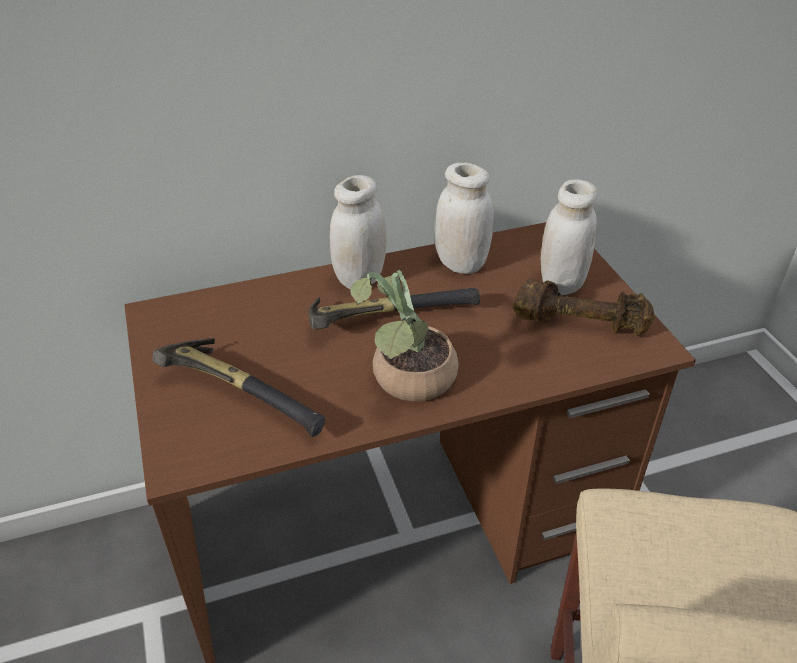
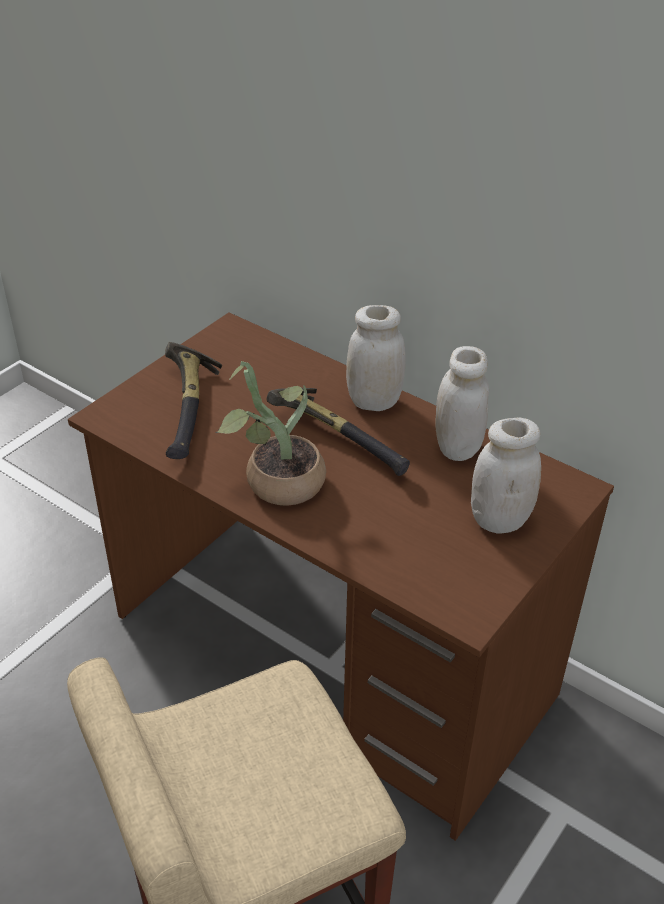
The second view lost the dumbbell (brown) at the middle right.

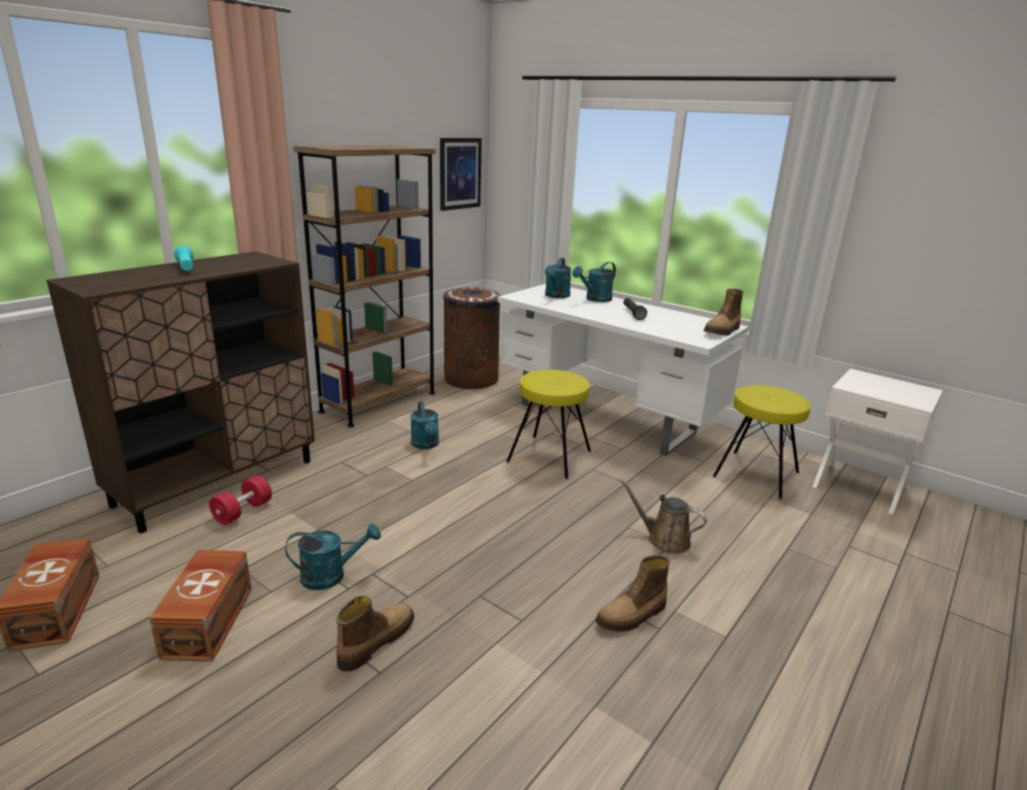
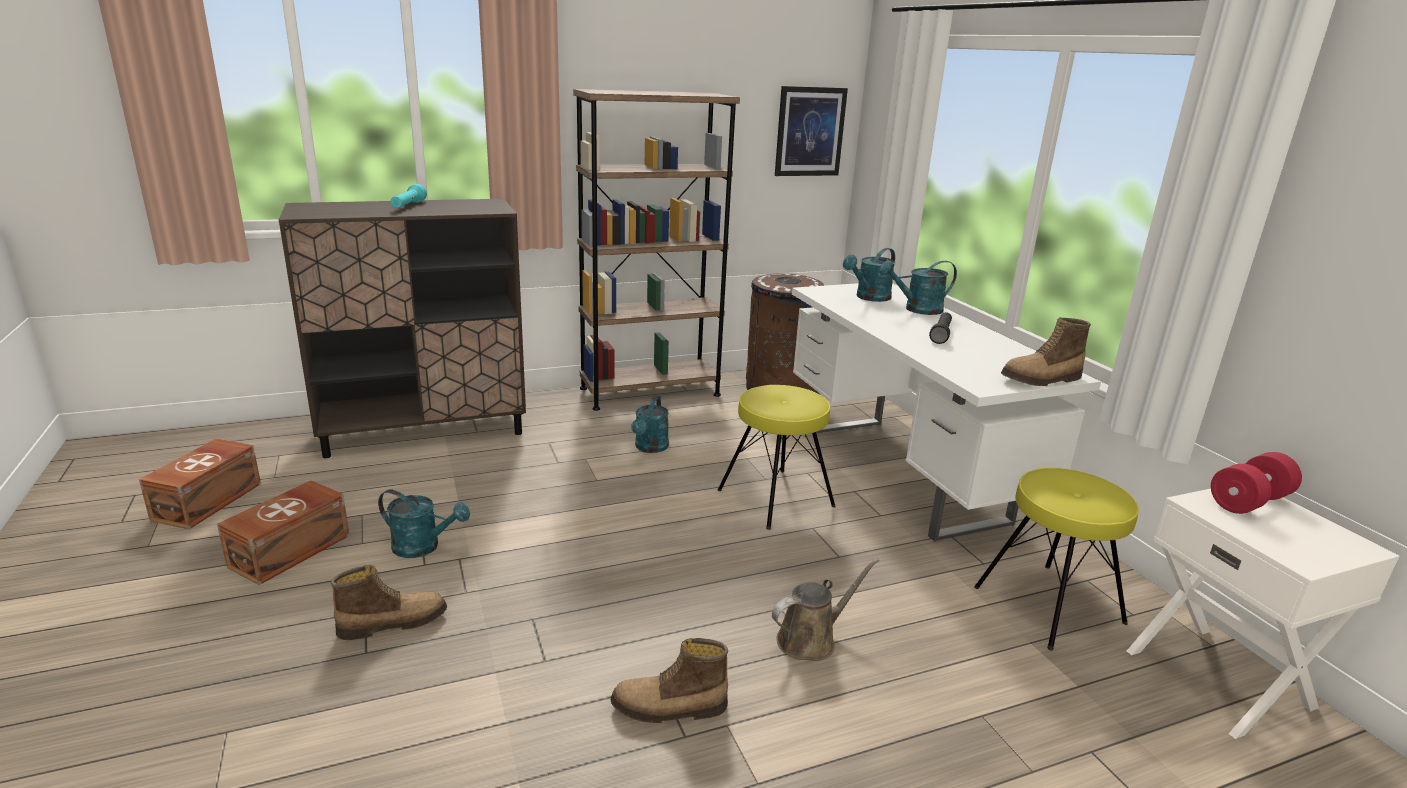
The dumbbell (red) ended up elsewhere, having gone from the middle left to the middle right.
The watering can (brown) at the centre ended up facing another way, 90 degrees clockwise from before.

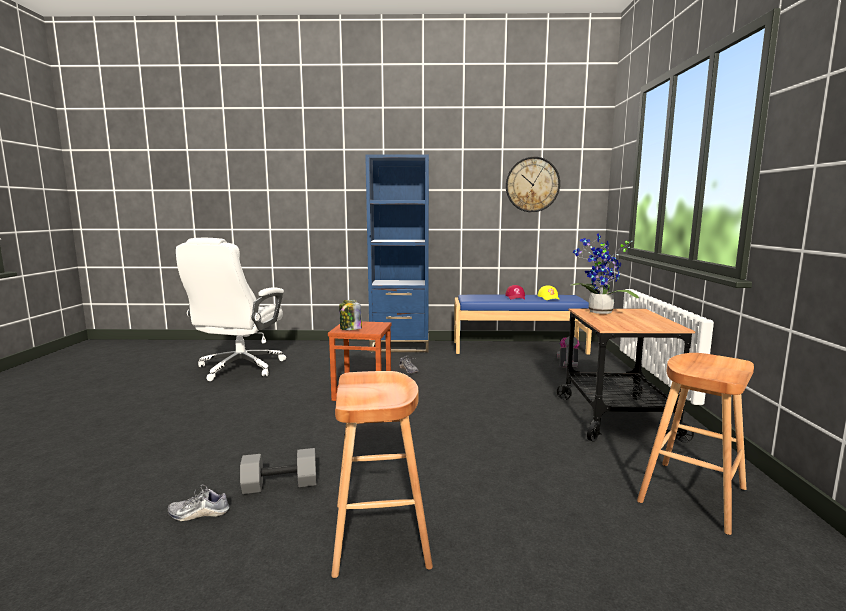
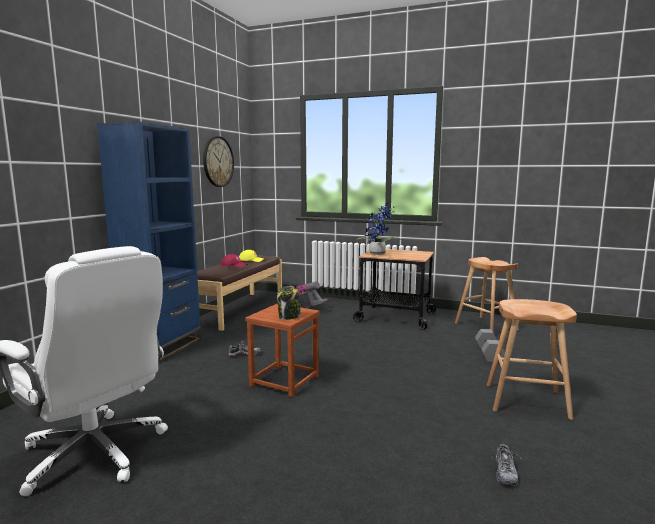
The dumbbell (grey) ended up elsewhere, having gone from the bottom left to the middle right.
What was the bench (blue) at the centre turned into the bench (brown) at the centre.

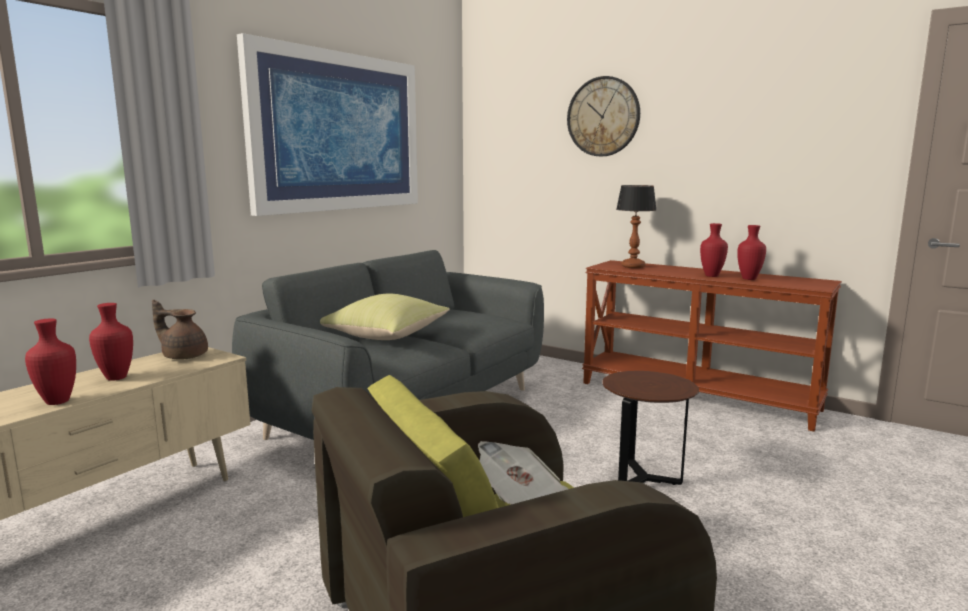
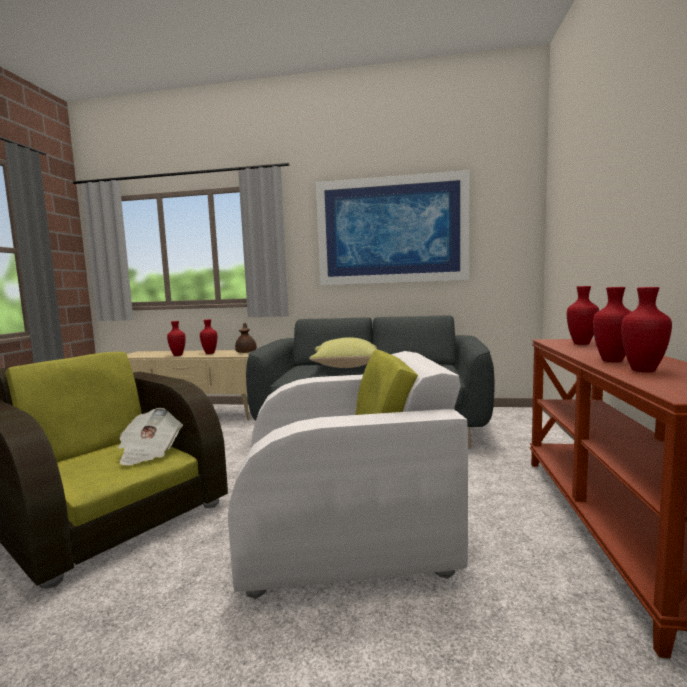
The second view lost the wall clock at the top centre.
Where the side table (brown) stood at the bottom right, the armchair (white) came to stand at the bottom centre.
Where the table lamp stood at the centre, the vase (red) (no. 3 from left) came to stand at the middle right.

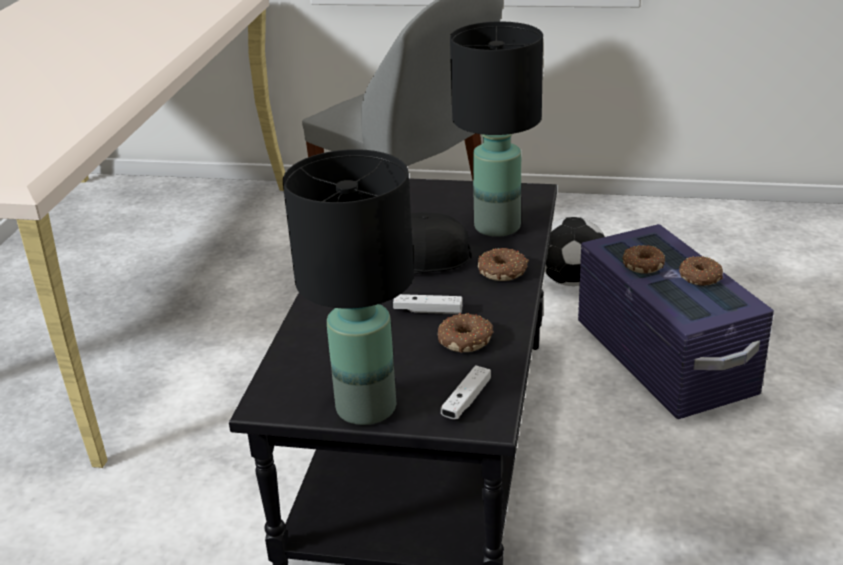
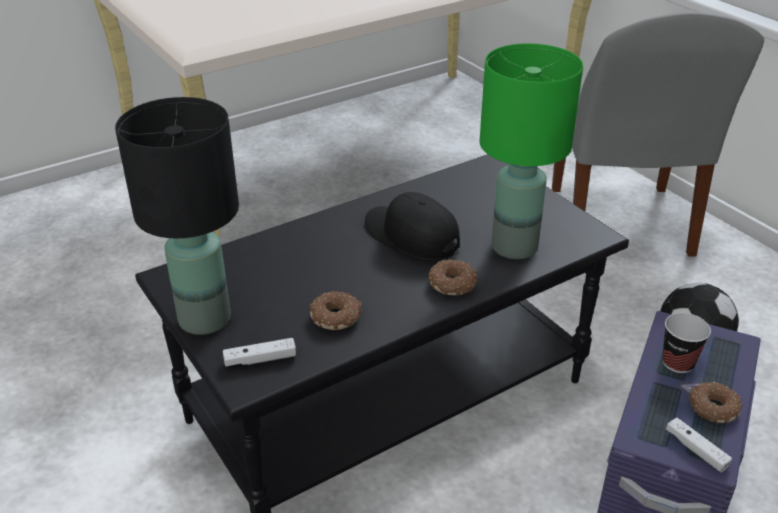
The game controller (white) (no. 1 from left in the first image) ended up elsewhere, having gone from the centre to the bottom right.
Where the donut (no. 3 from left) stood at the middle right, the cup came to stand at the bottom right.
What was the table lamp (black) (no. 2 from left) at the top centre turned into the table lamp (green) at the top right.

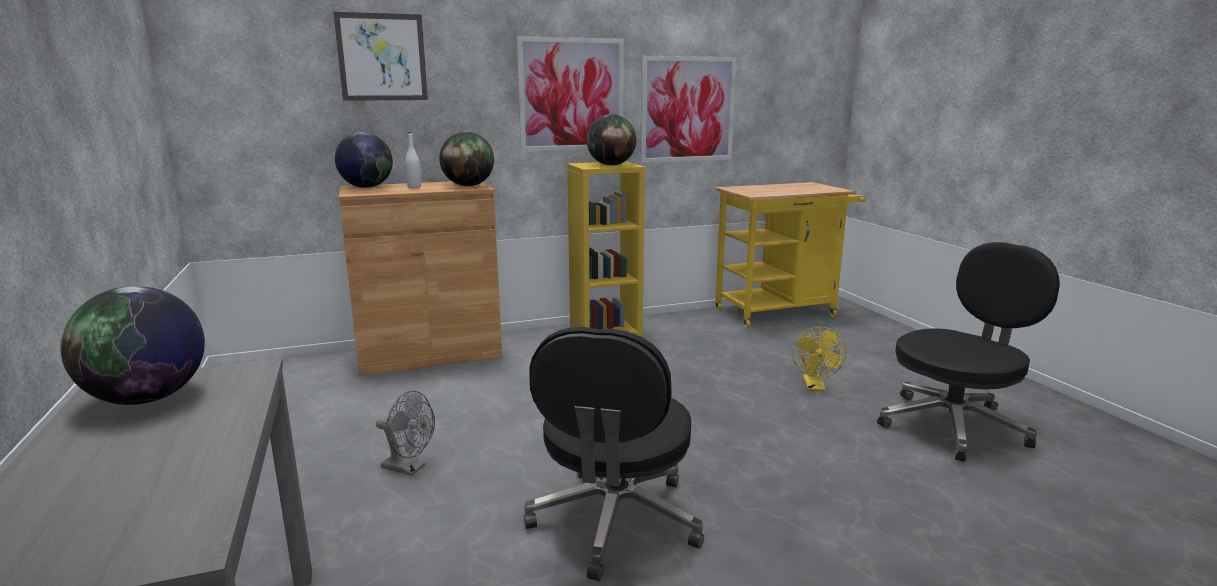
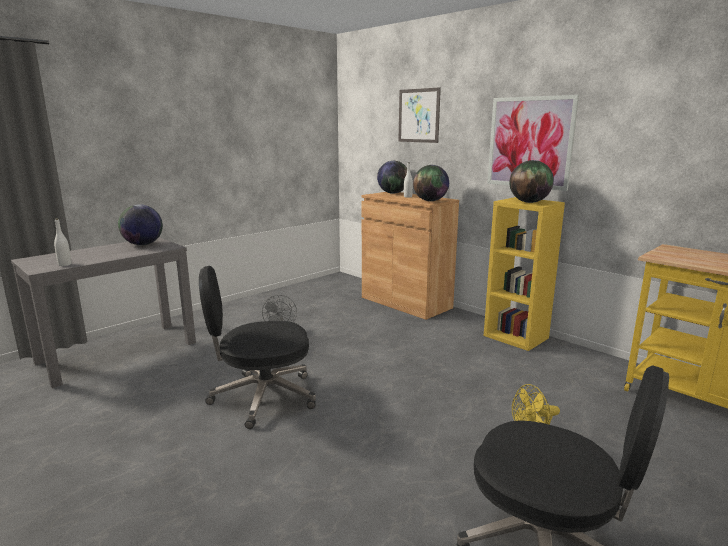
The second view lost the picture (no. 3 from left) at the top centre.
The second view gained the bottle (white) (no. 1 from left) at the middle left.

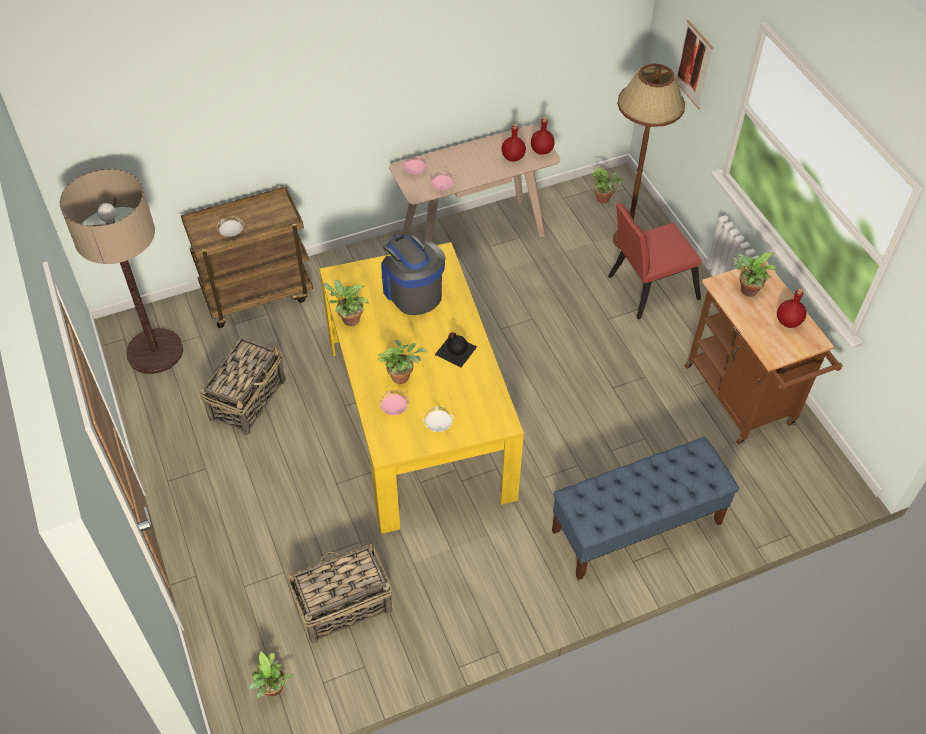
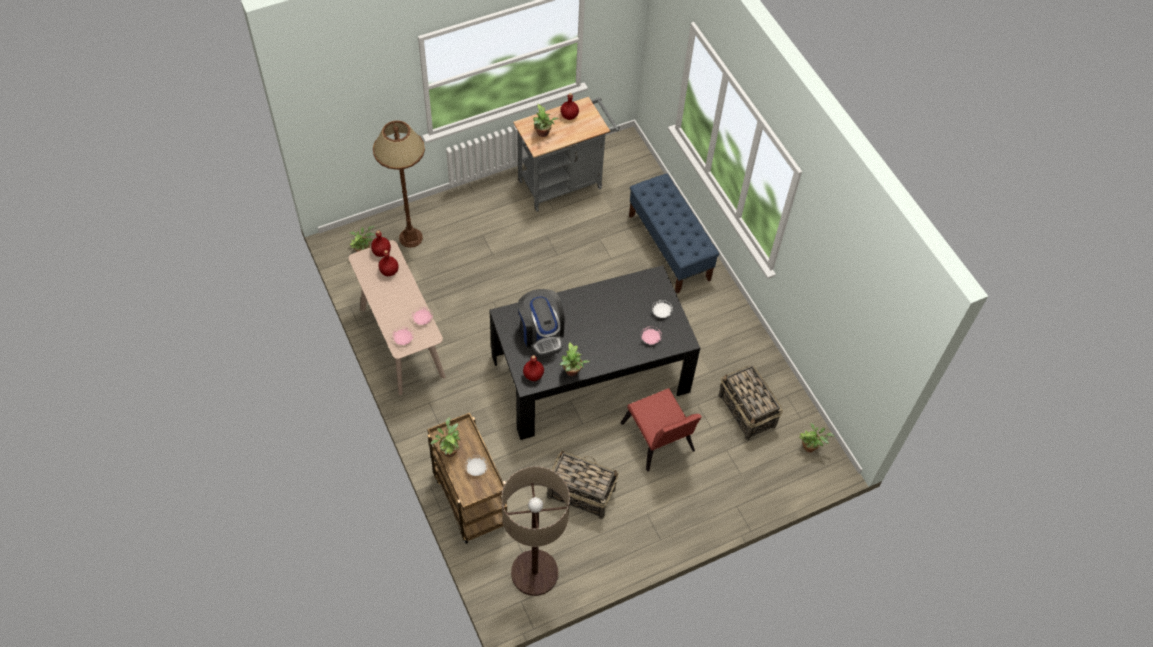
The second view lost the bottle (black) at the centre.
The second view lost the picture at the top right.
The second view gained the bottle (red) (no. 3 from left) at the centre.
The potted plant (no. 3 from left in the first image) ended up elsewhere, having gone from the centre to the bottom centre.
The chair (red) ended up elsewhere, having gone from the middle right to the centre.
What was the dining table (yellow) at the centre turned into the dining table (black) at the centre.
What was the cart (brown) (no. 2 from left) at the middle right turned into the cart (grey) at the top centre.
The coffee machine at the centre ended up facing another way, 75 degrees counterclockwise from before.

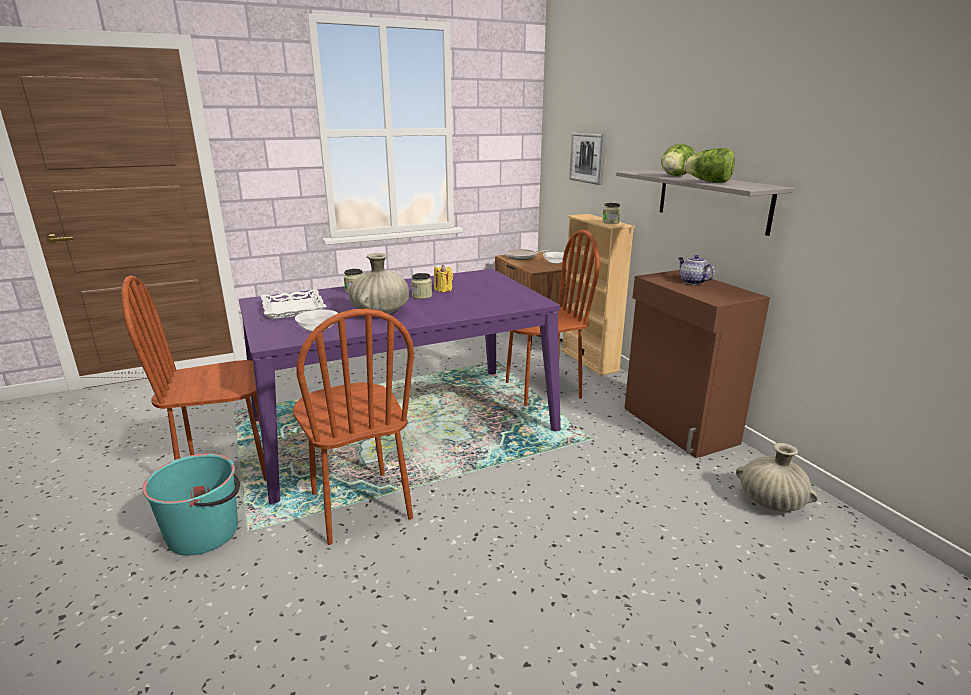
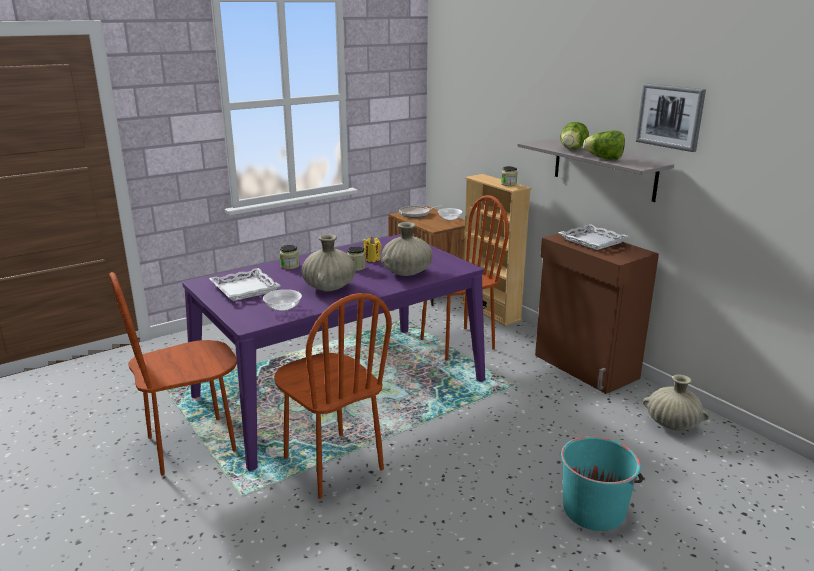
The second view gained the vase (beige) (no. 2 from left) at the centre.
The bucket (turquoise) ended up elsewhere, having gone from the bottom left to the bottom right.
The picture ended up elsewhere, having gone from the top centre to the top right.
Where the teapot stood at the middle right, the tray (white) (no. 2 from left) came to stand at the middle right.

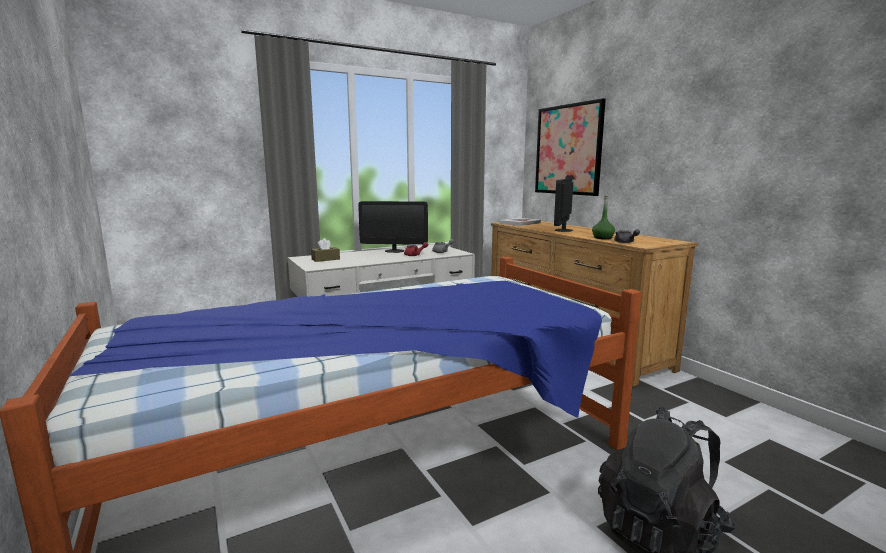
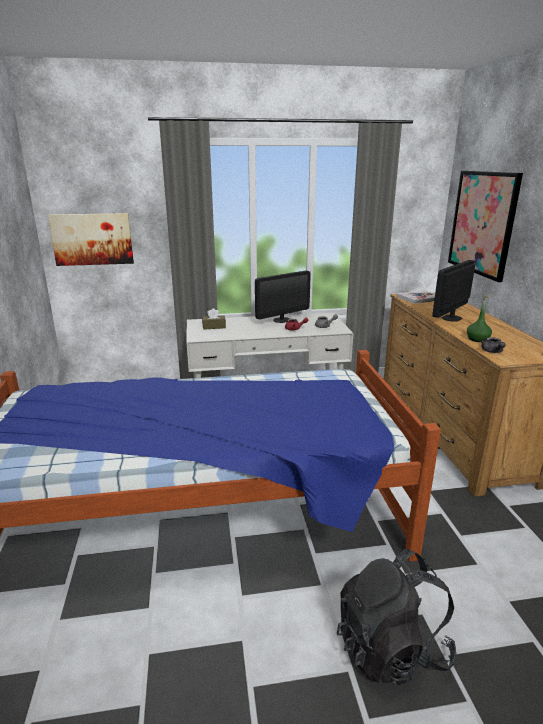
The second view gained the picture (no. 1 from left) at the top left.
The monitor (no. 1 from left) at the centre ended up facing another way, 60 degrees counterclockwise from before.

